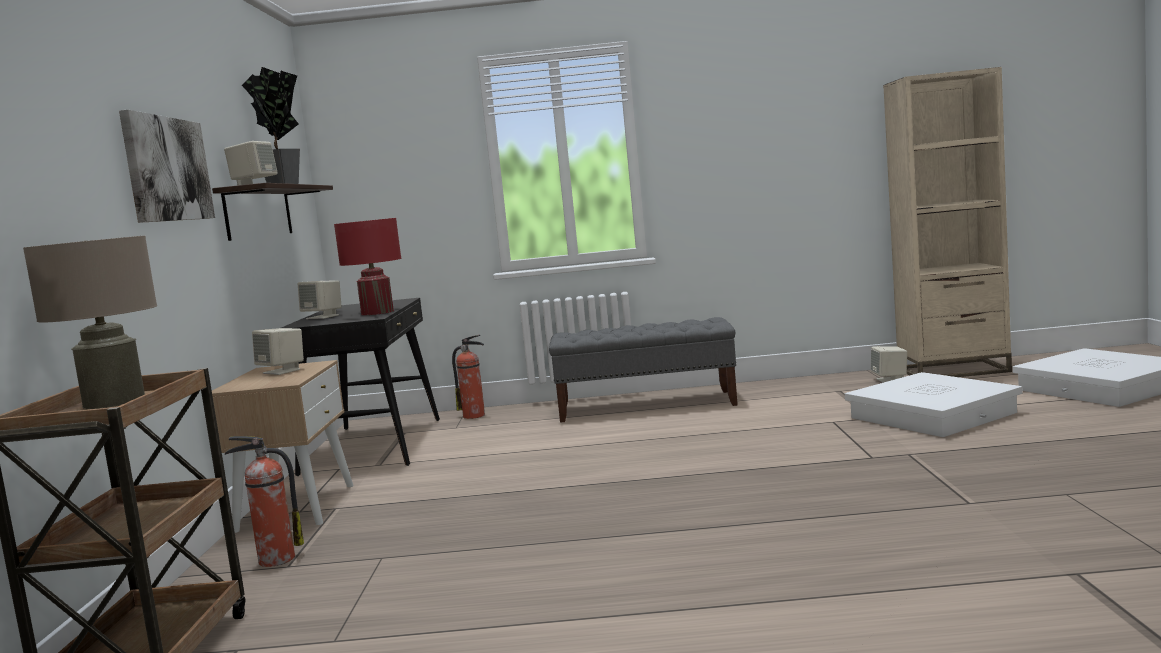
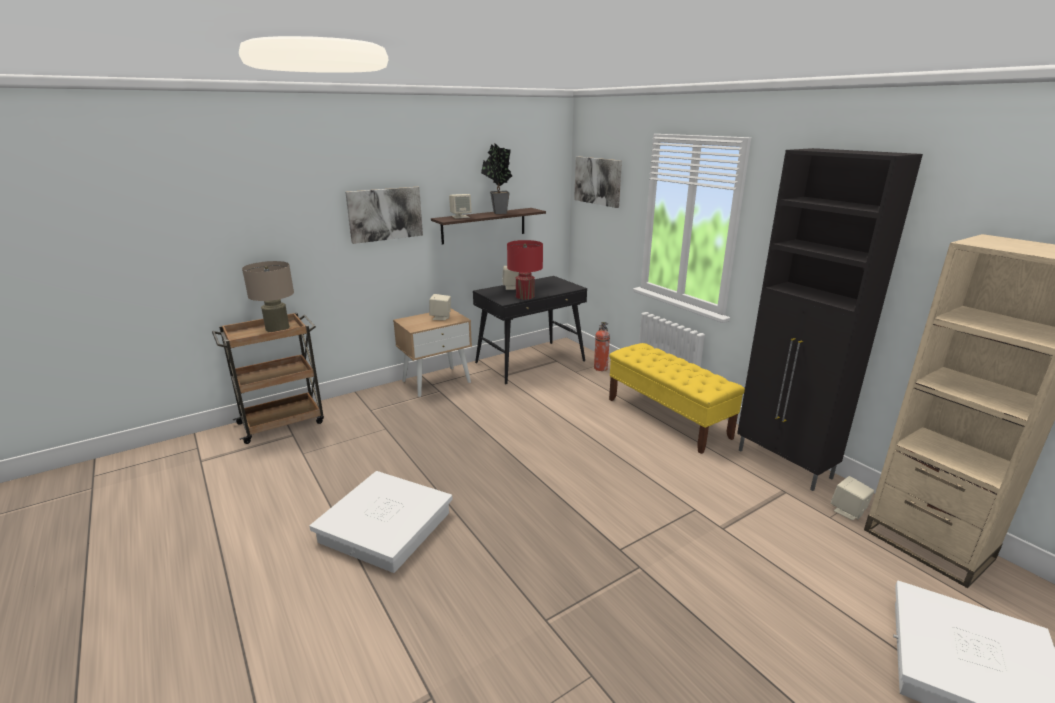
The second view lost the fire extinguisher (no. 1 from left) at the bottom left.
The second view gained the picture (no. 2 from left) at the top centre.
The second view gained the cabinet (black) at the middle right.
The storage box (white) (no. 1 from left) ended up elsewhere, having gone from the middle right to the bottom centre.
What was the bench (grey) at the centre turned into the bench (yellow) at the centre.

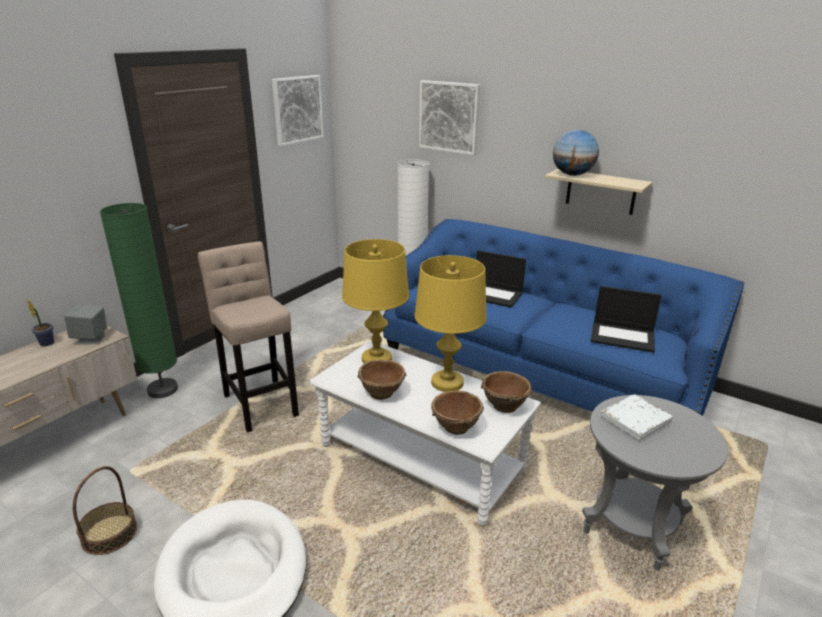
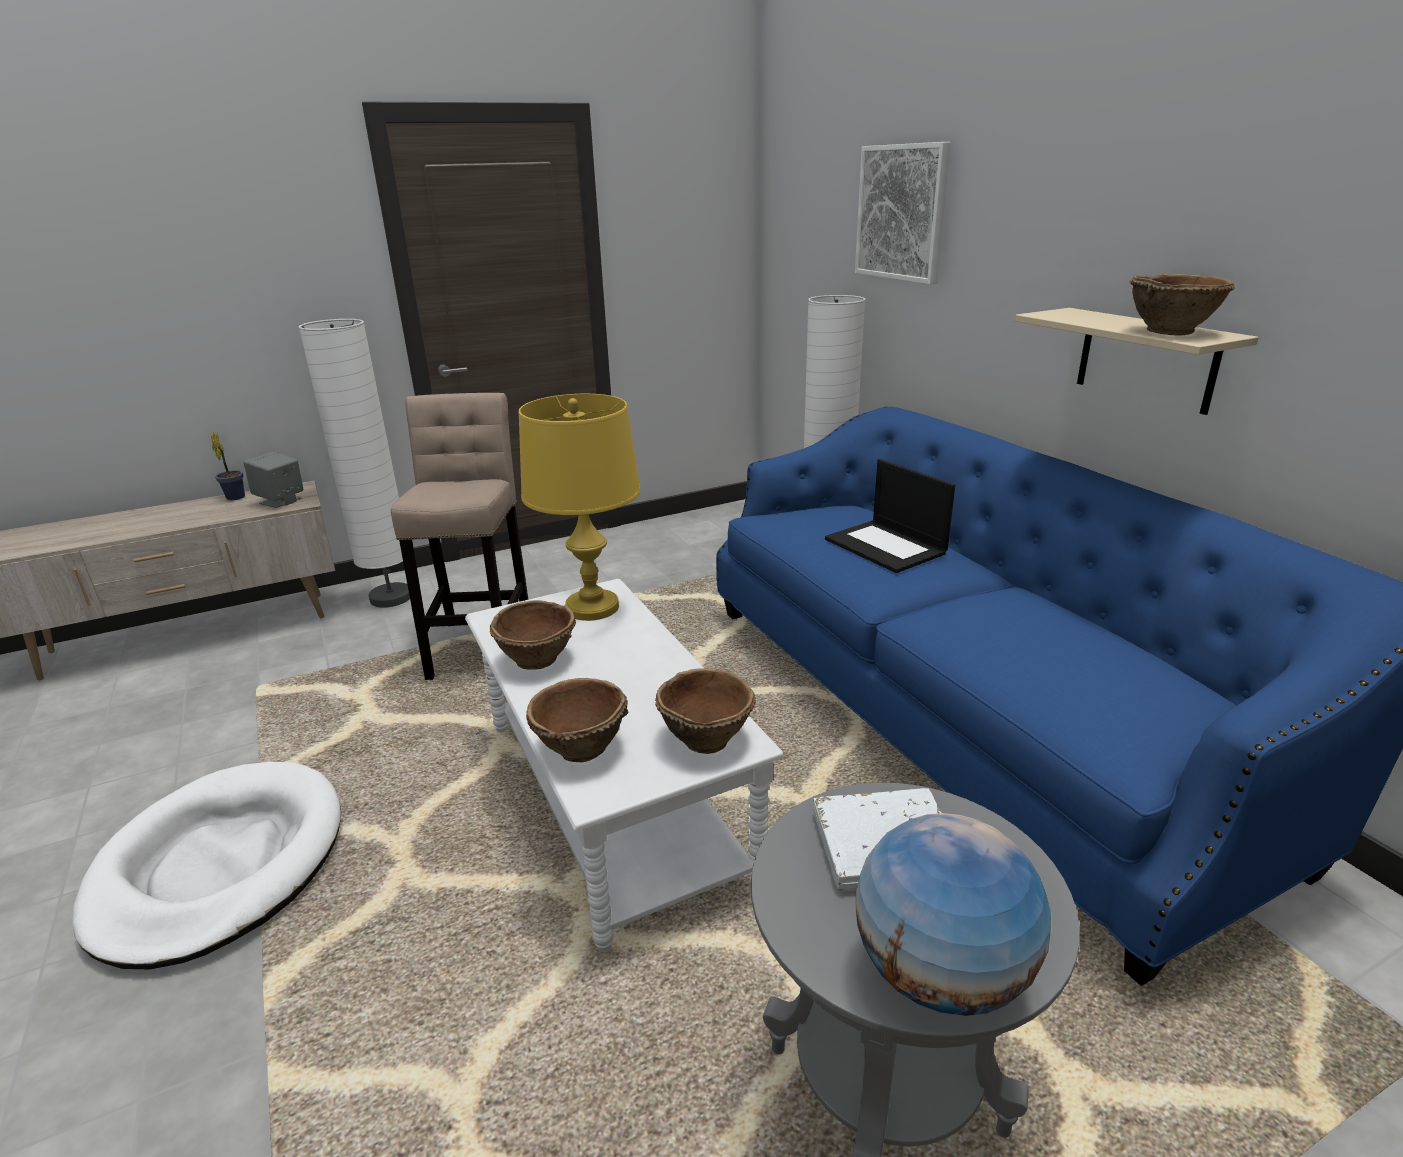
The second view lost the basket at the bottom left.
The second view lost the picture (no. 1 from left) at the top centre.
The second view lost the table lamp (yellow) (no. 2 from left) at the centre.
The second view lost the laptop (no. 2 from left) at the middle right.
The second view gained the bowl (brown) (no. 4 from left) at the top right.
The globe ended up elsewhere, having gone from the top right to the bottom right.
What was the floor lamp (green) at the middle left turned into the floor lamp (white) (no. 1 from left) at the middle left.

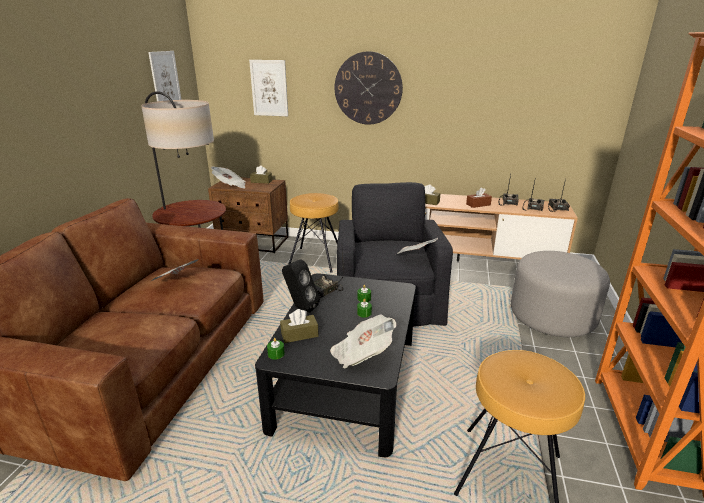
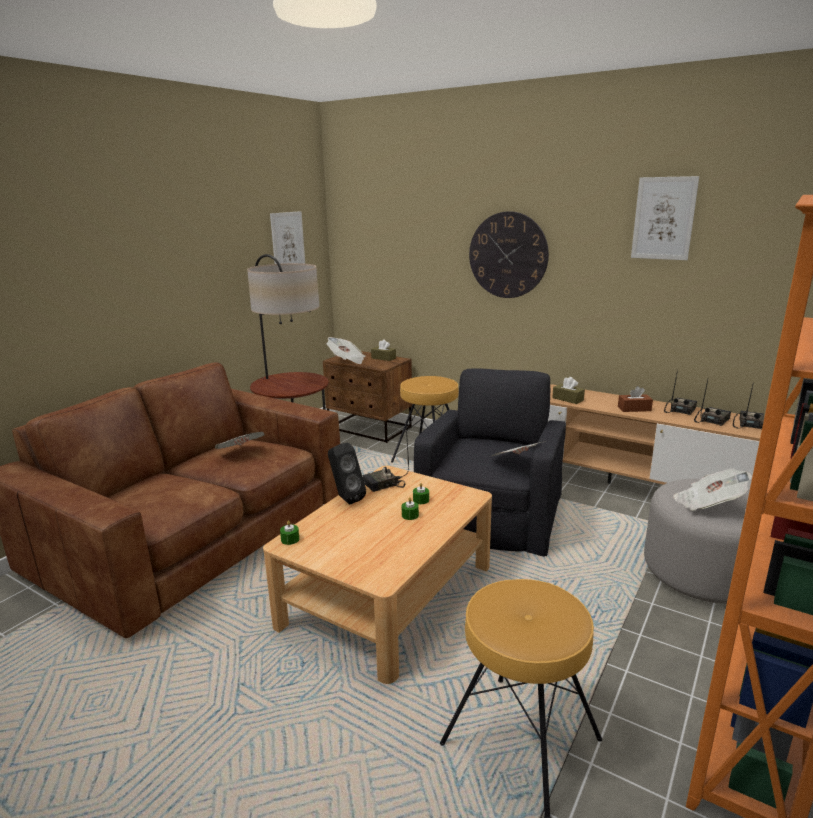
The second view lost the tissue box (brown) (no. 2 from left) at the centre.
The picture (no. 2 from left) ended up elsewhere, having gone from the top centre to the top right.
The newspaper (no. 3 from left in the first image) ended up elsewhere, having gone from the bottom centre to the middle right.
What was the coffee table (black) at the bottom centre turned into the coffee table (beige) at the bottom centre.

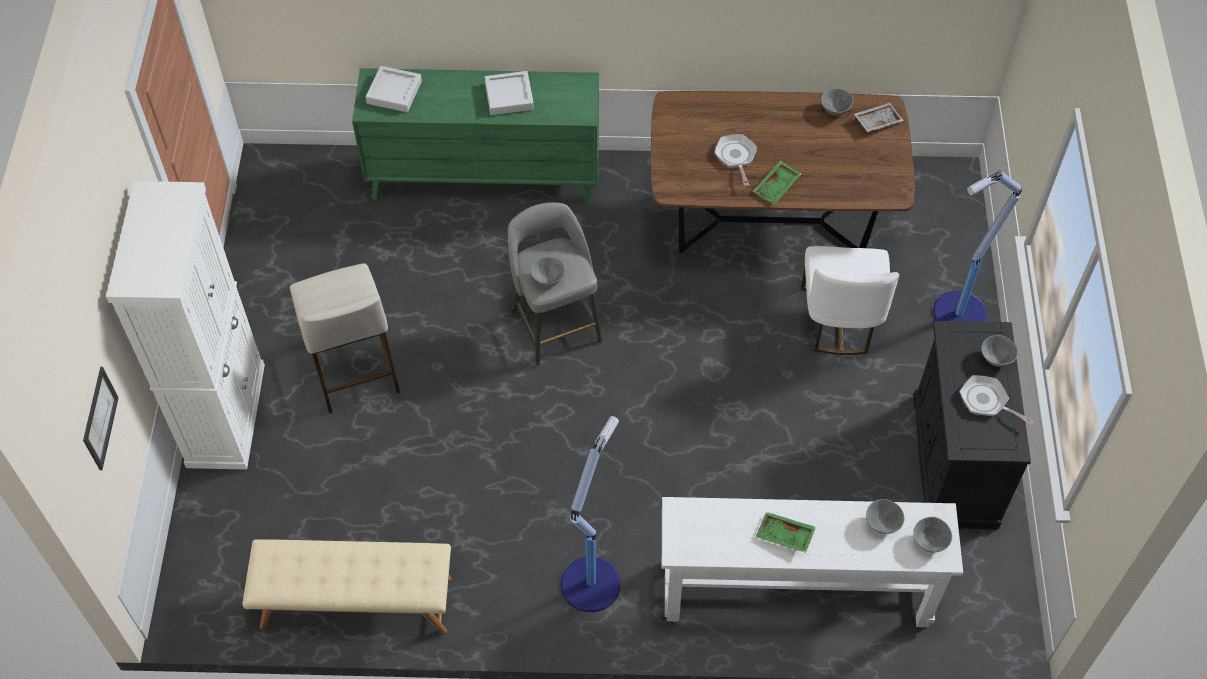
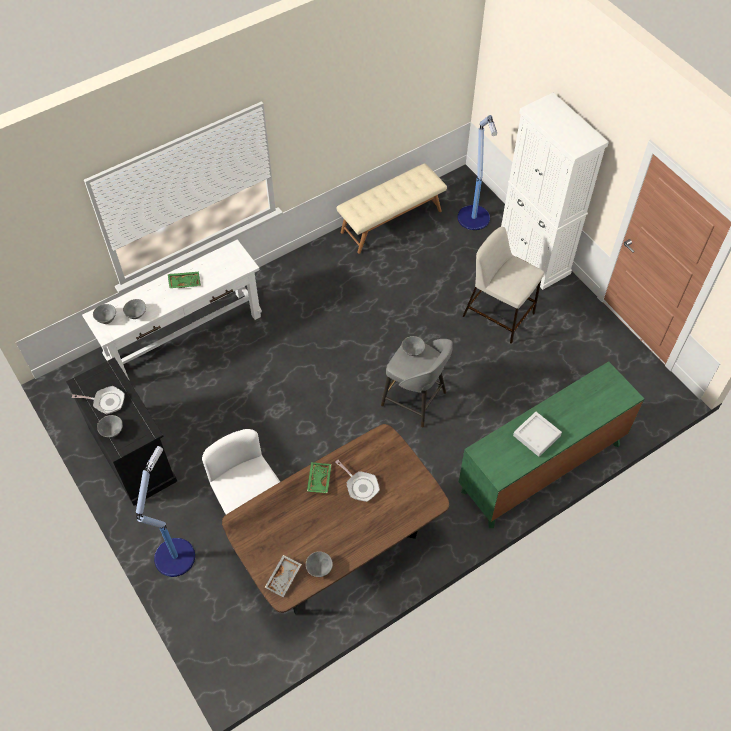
The second view lost the picture at the middle left.
The second view lost the tray (grey) (no. 1 from left) at the top left.
The floor lamp (no. 1 from left in the first image) ended up elsewhere, having gone from the bottom centre to the top centre.

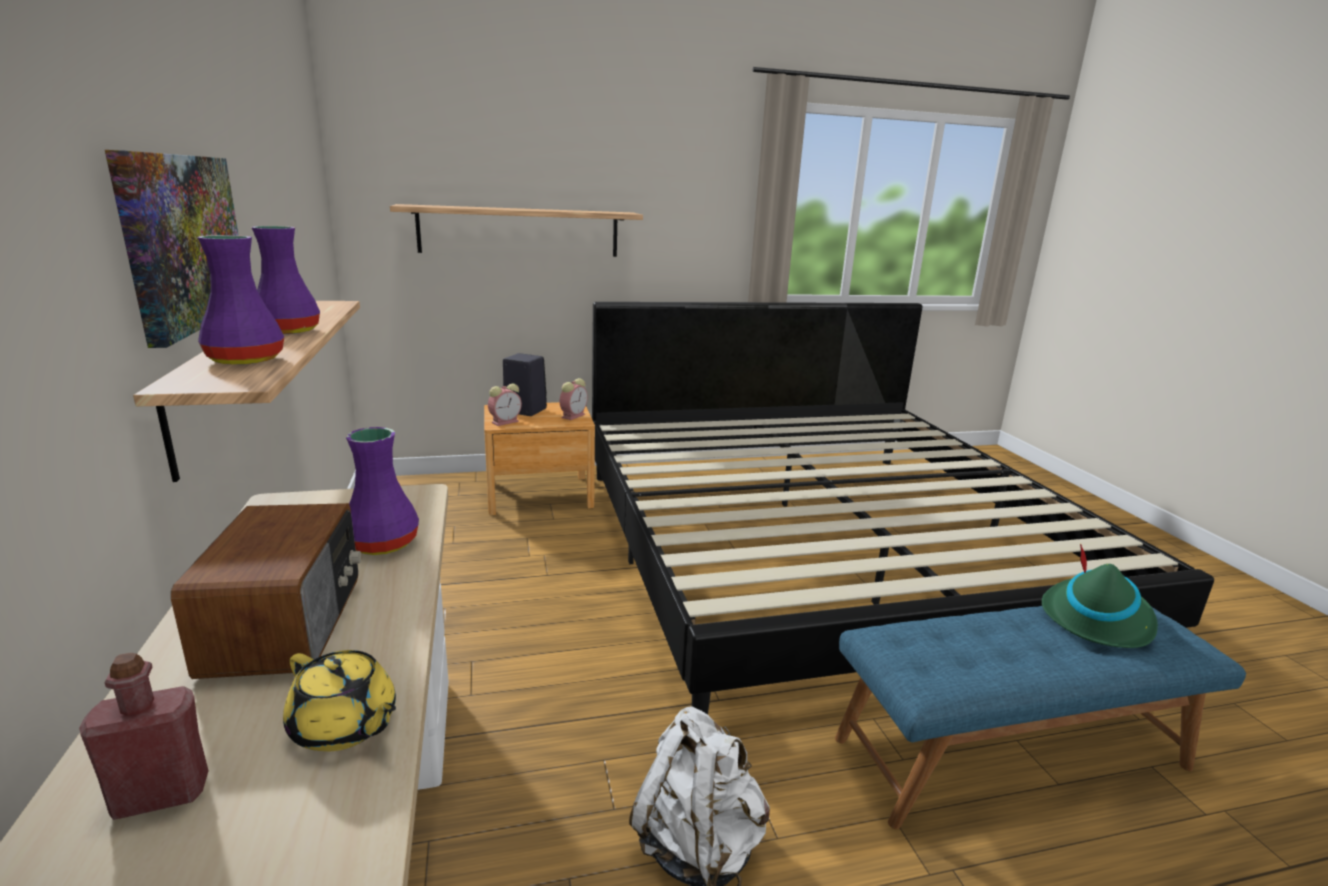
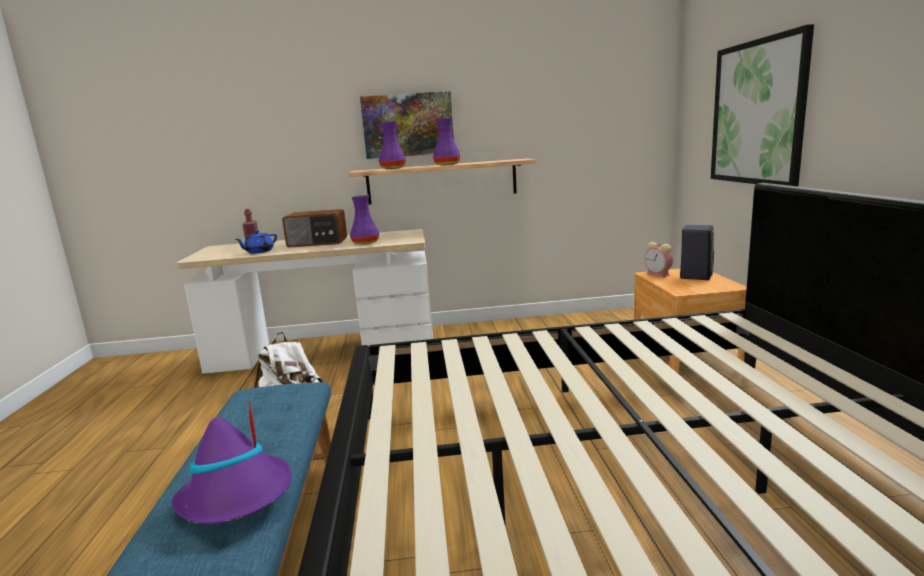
The second view lost the alarm clock (no. 2 from left) at the centre.
Where the shelf (no. 2 from left) hung at the top centre, the picture (no. 2 from left) came to hang at the top right.
What was the teapot (yellow) at the bottom left turned into the teapot (blue) at the middle left.
What was the hat (green) at the bottom right turned into the hat (purple) at the bottom left.

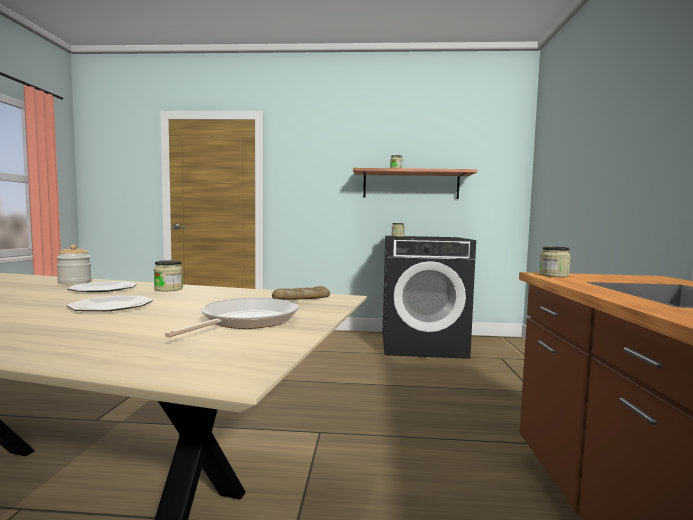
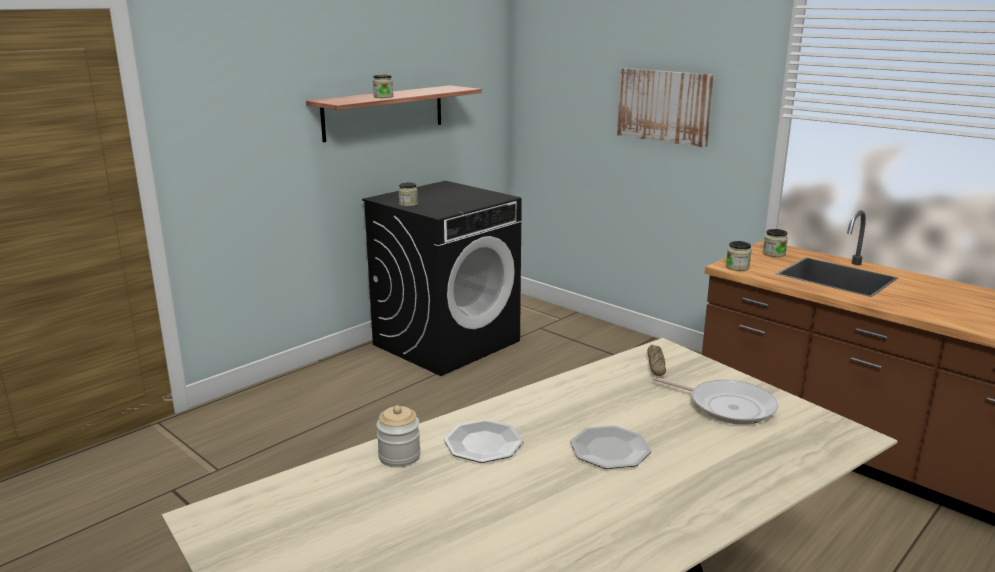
The second view gained the picture at the top right.
The jar (no. 2 from left in the first image) ended up elsewhere, having gone from the middle left to the middle right.
The frying pan at the centre ended up facing another way, 150 degrees clockwise from before.

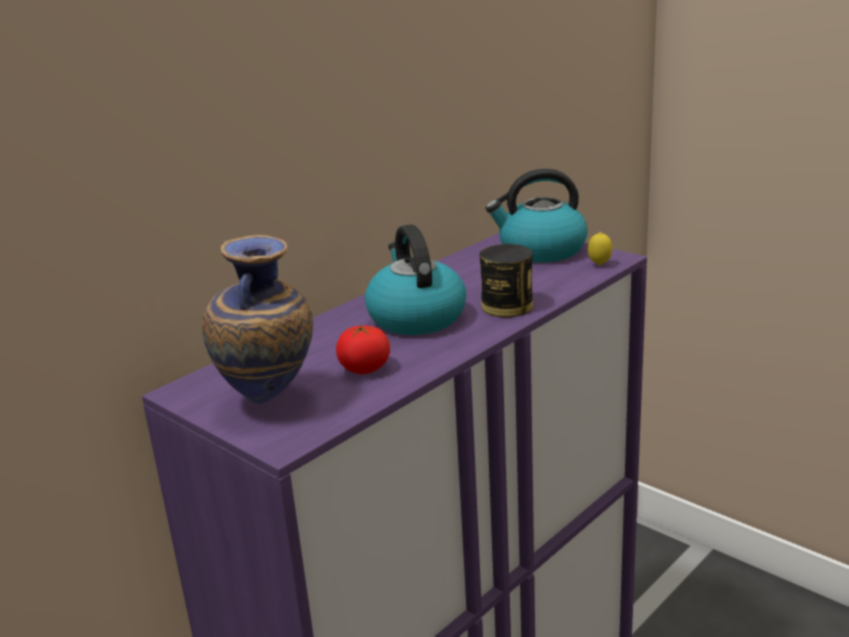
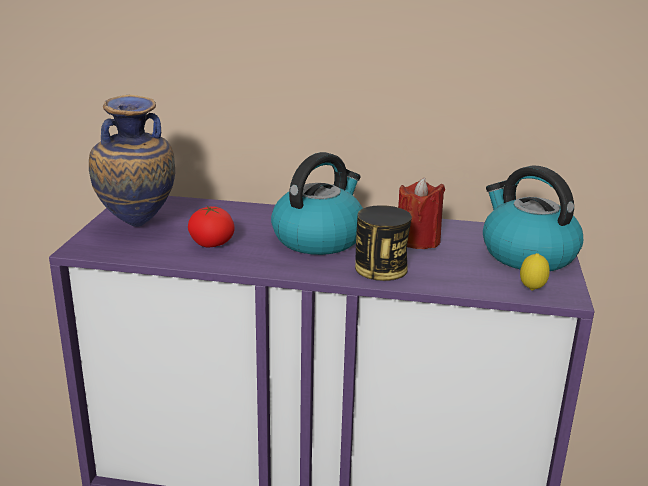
The second view gained the candle (red) at the centre.

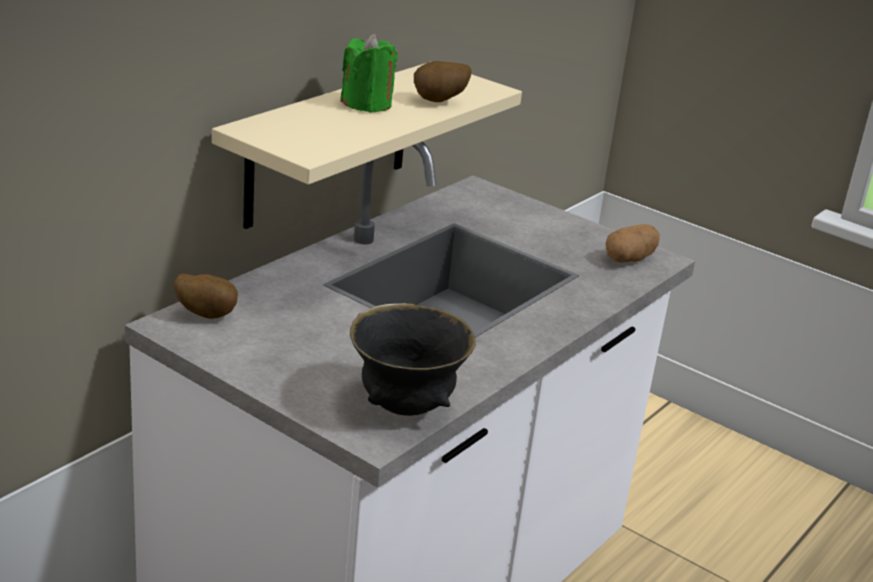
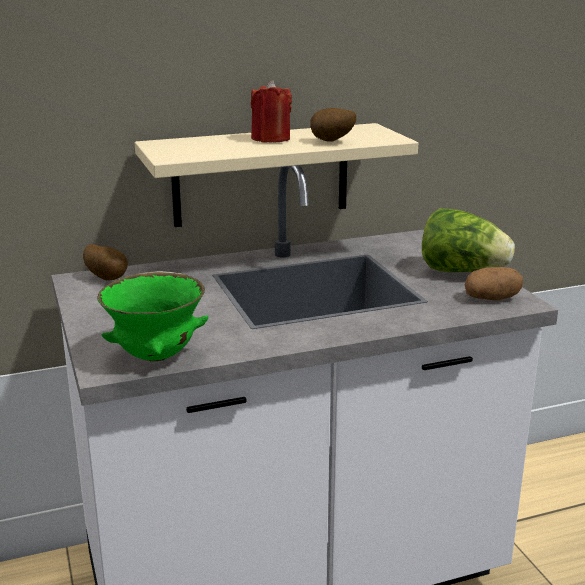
The second view gained the lettuce at the middle right.
What was the candle (green) at the top centre turned into the candle (red) at the top centre.
What was the bowl (black) at the centre turned into the bowl (green) at the middle left.

